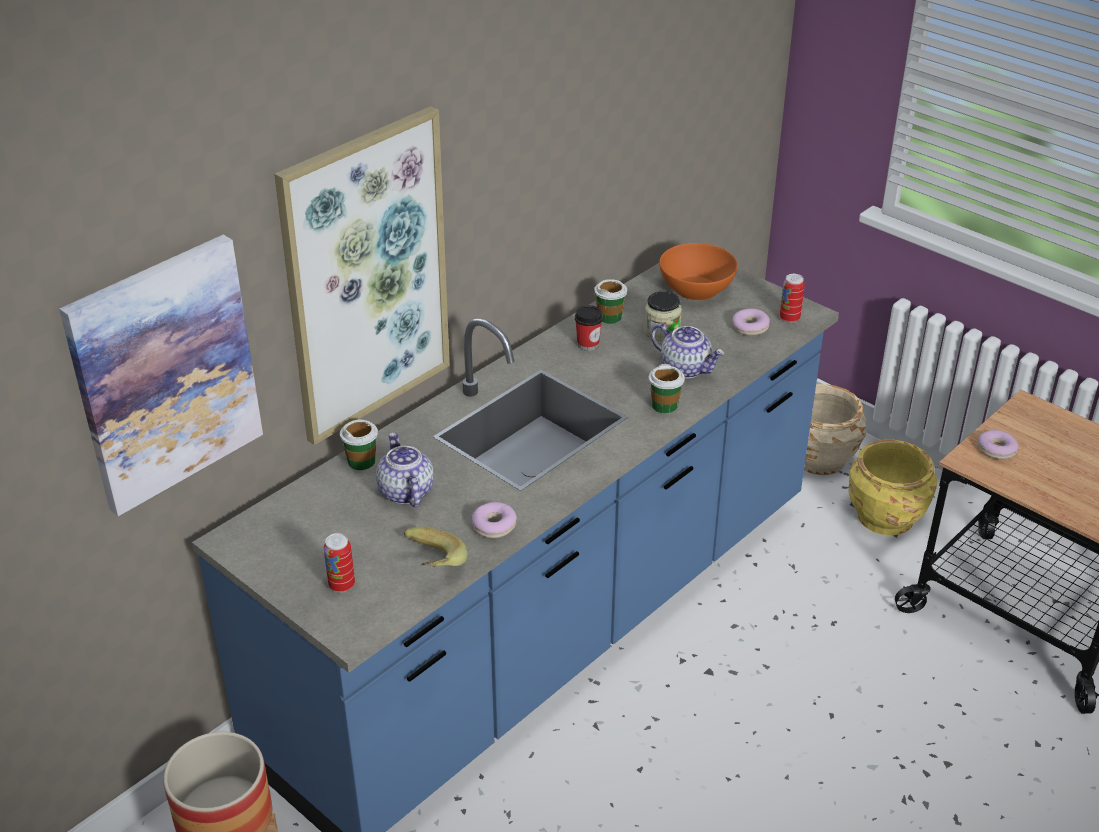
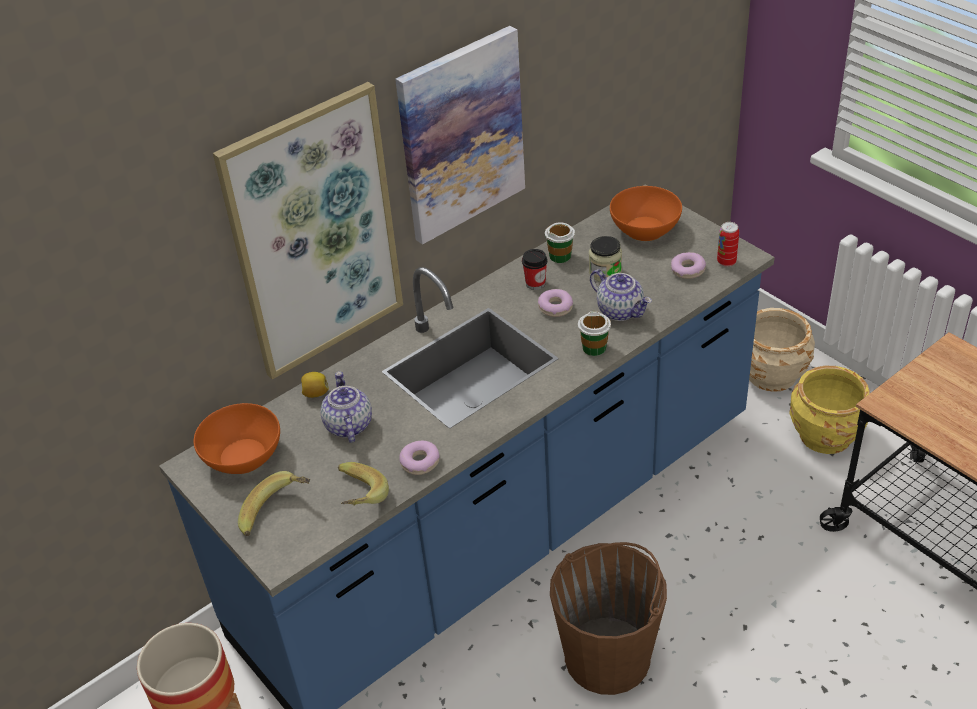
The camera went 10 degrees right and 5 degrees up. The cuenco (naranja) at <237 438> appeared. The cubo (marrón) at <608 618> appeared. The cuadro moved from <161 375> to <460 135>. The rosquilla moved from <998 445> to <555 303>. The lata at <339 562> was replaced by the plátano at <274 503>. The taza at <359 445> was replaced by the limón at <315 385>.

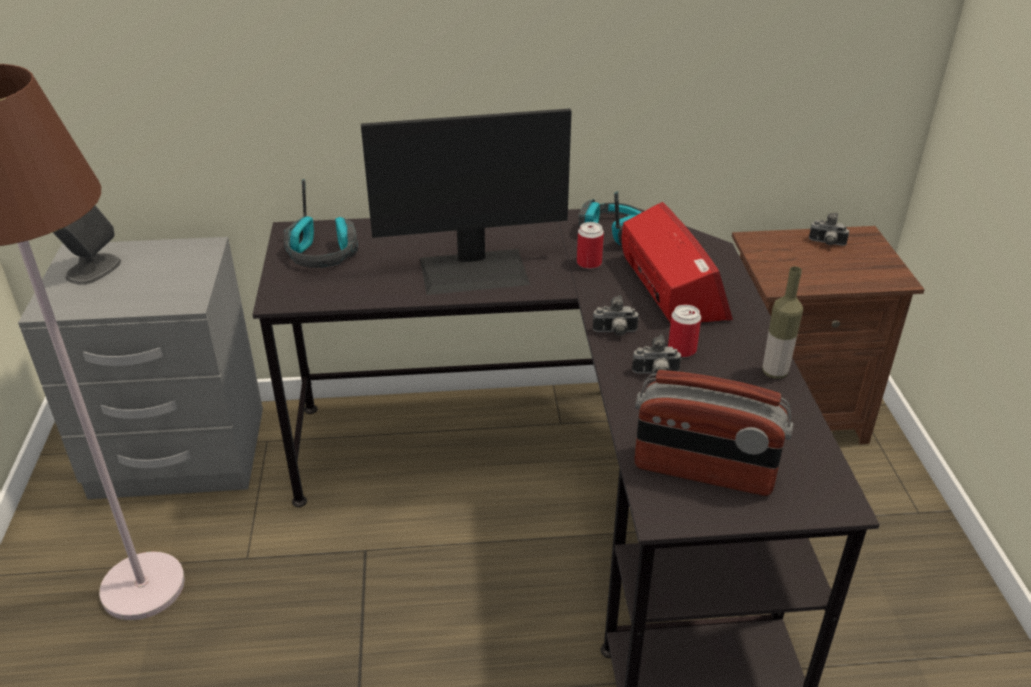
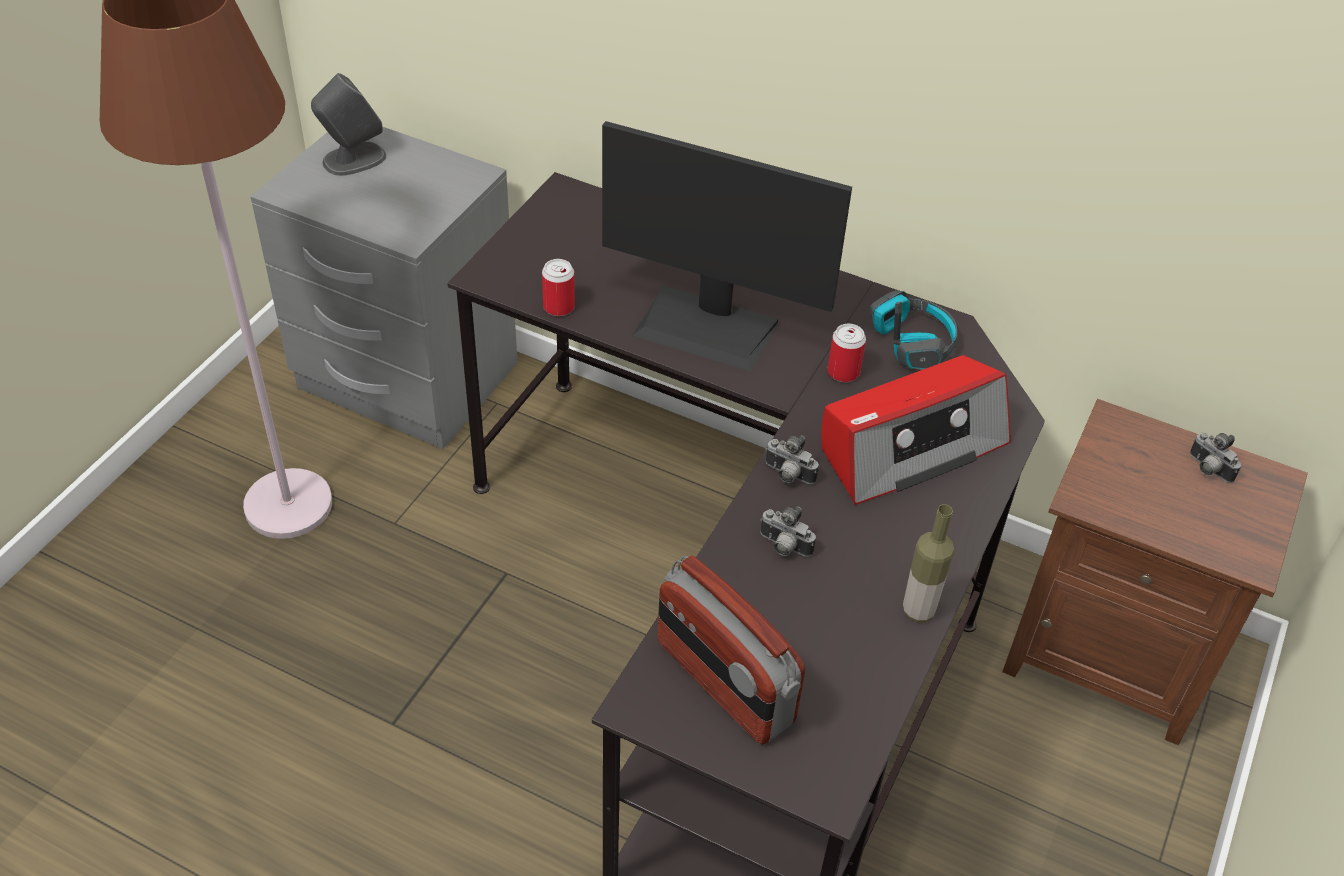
The camera went 30 degrees right and 10 degrees up. The auriculares at <321 223> disappeared. The lata moved from <684 331> to <558 287>. The radio at <677 262> turned 45 degrees clockwise.

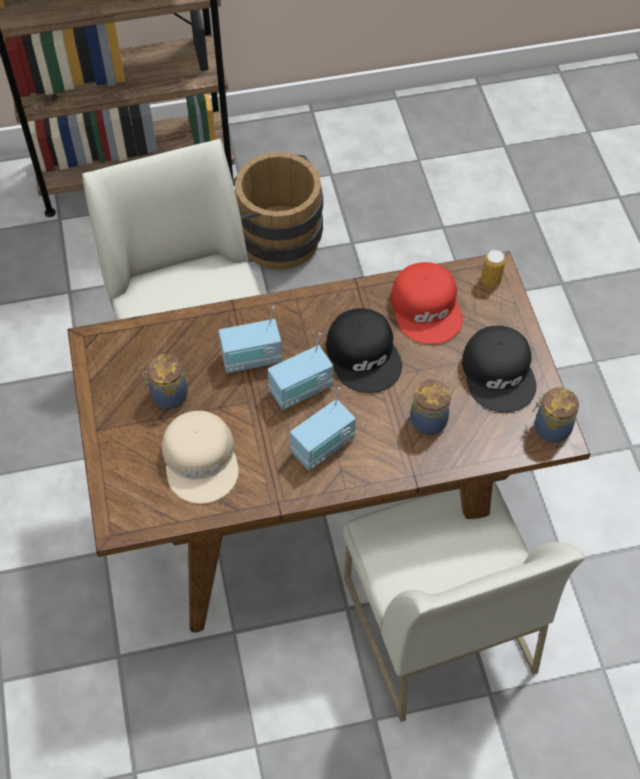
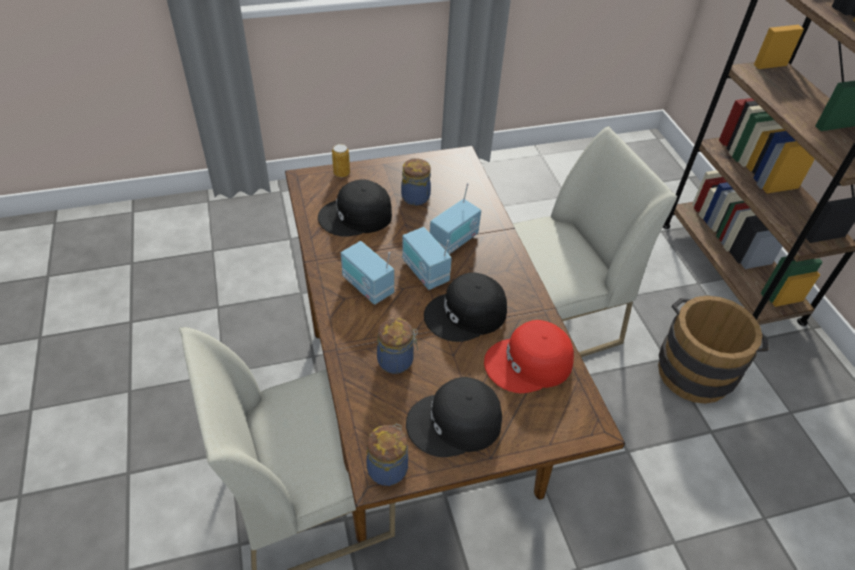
The camera went 85 degrees right and 10 degrees down. The lata moved from <493 268> to <341 160>. The gorra (beis) at <200 457> became the gorra (negro) at <355 208>. The radio at <250 339> turned 120 degrees counterclockwise.

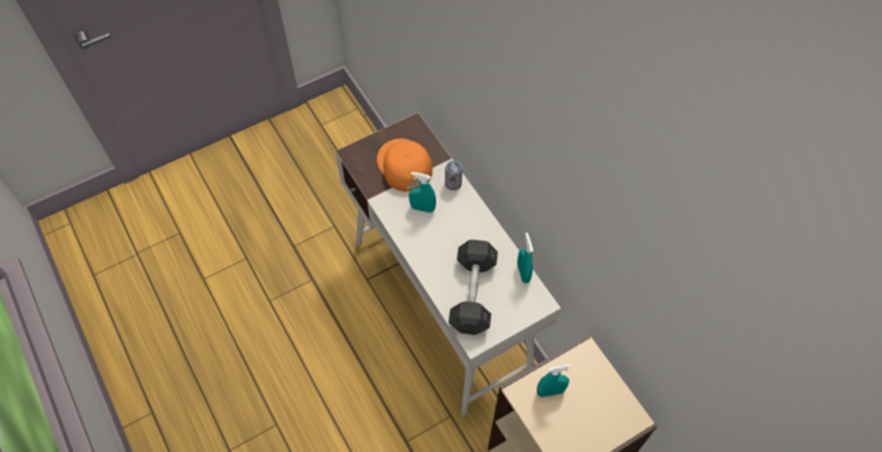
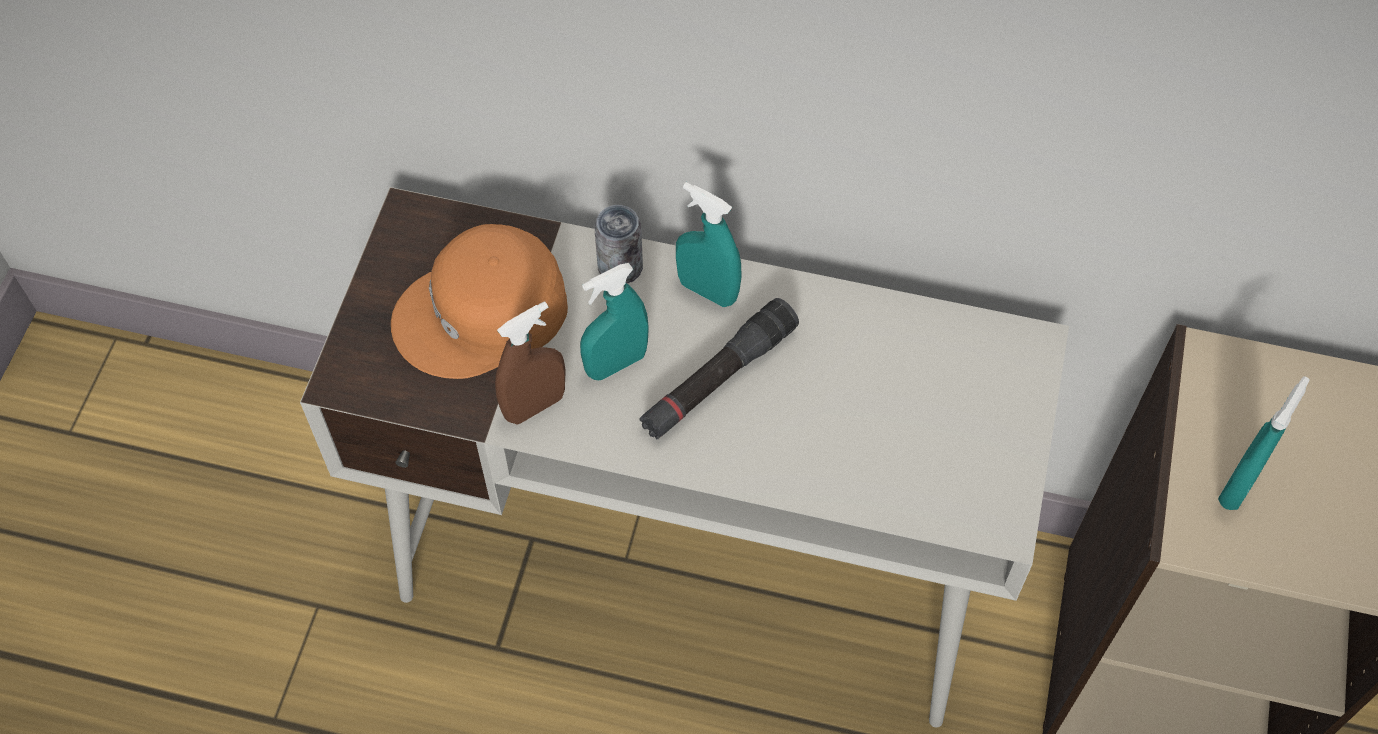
The camera went 45 degrees left and 0 degrees up. The mancuerna (gris) at <473 287> disappeared. The pulverizador (marrón) at <530 363> appeared. The linterna (negro) at <719 368> appeared. The pulverizador (turquesa) moved from <525 258> to <709 244>. The gorra (naranja) at <405 165> turned 45 degrees counterclockwise.

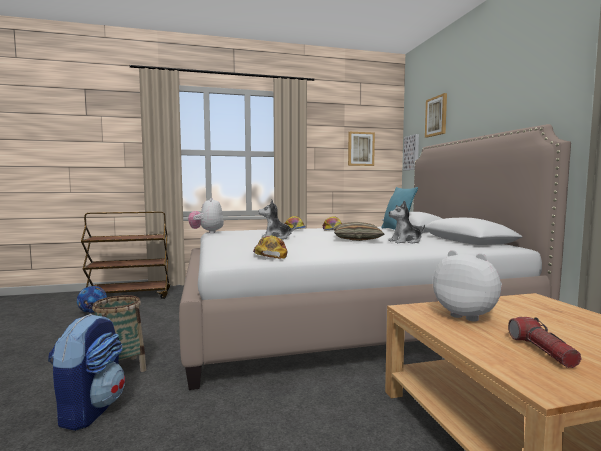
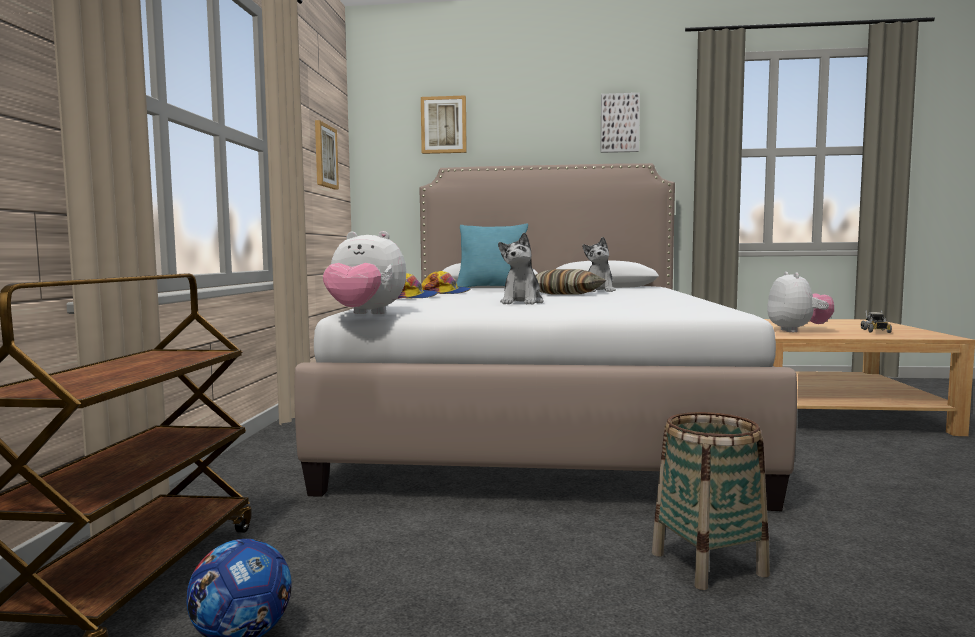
The camera went 70 degrees left and 0 degrees up. The mochila at <86 372> disappeared. The gorra at <270 247> disappeared. The cuadro moved from <411 152> to <620 123>. The linterna at <545 342> was replaced by the camión de juguete at <876 321>. The peluche at <467 286> turned 120 degrees clockwise.

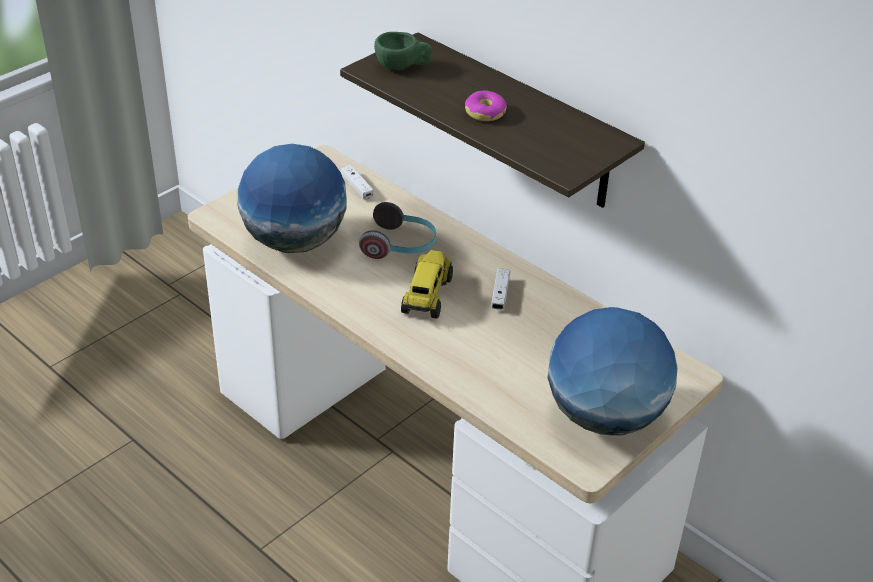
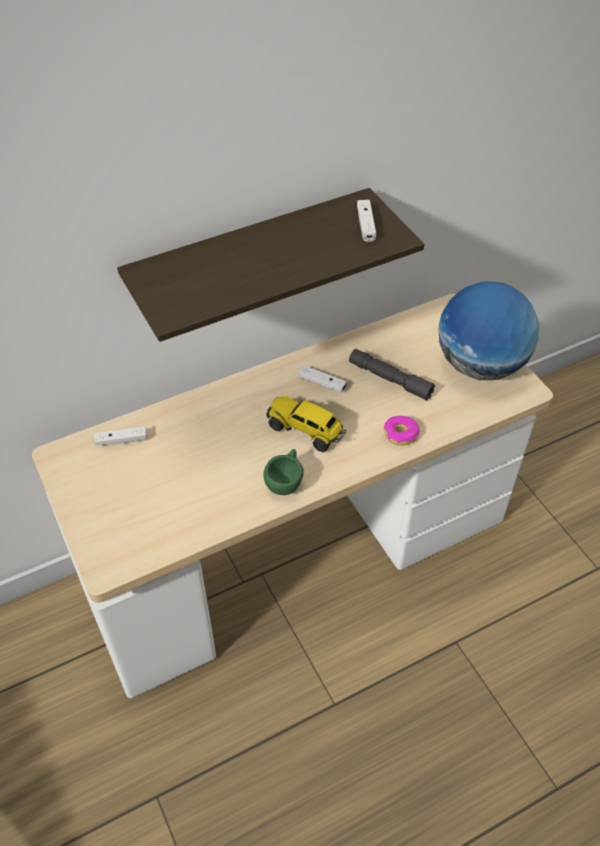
The camera went 70 degrees left and 10 degrees up. The globo terráqueo at <292 198> disappeared. The auriculares at <397 230> disappeared. The linterna (gris) at <392 375> appeared. The mando de consola (blanco) at <366 221> appeared. The taza (verde) moved from <403 51> to <283 472>. The rosquilla moved from <486 106> to <402 431>.

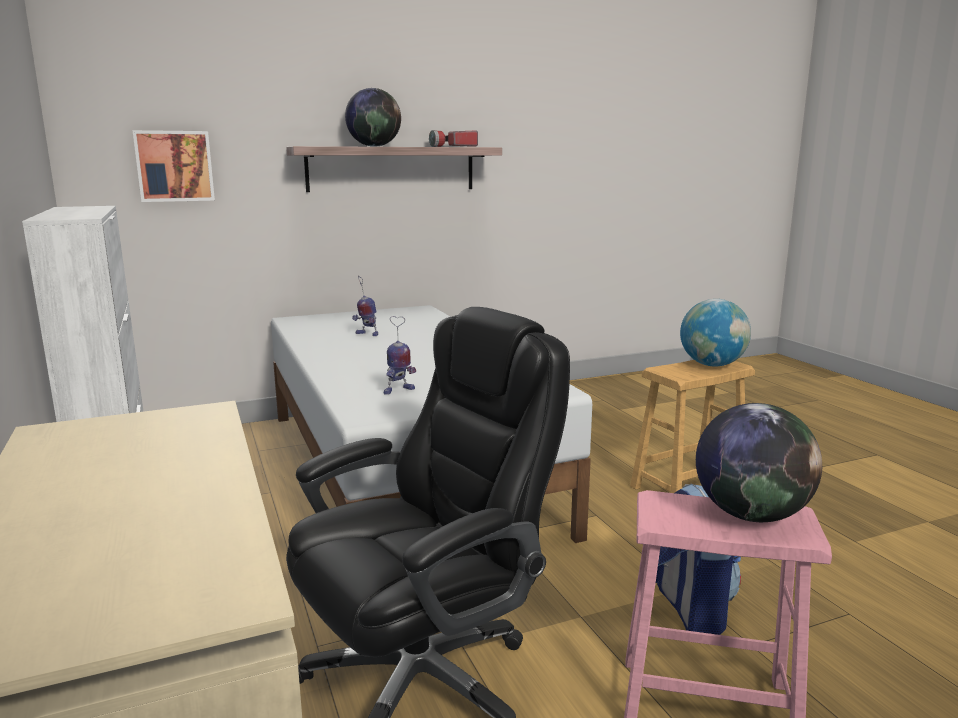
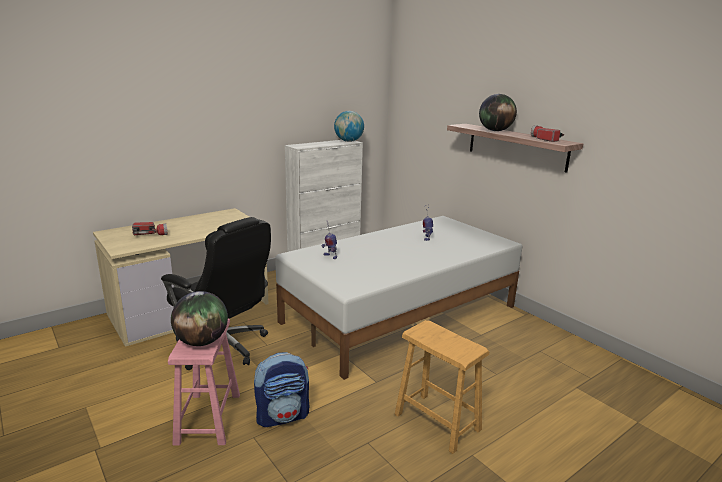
The camera went 75 degrees right and 5 degrees up. The cuadro at <173 166> disappeared. The linterna at <150 228> appeared. The globo terráqueo moved from <715 332> to <349 126>.

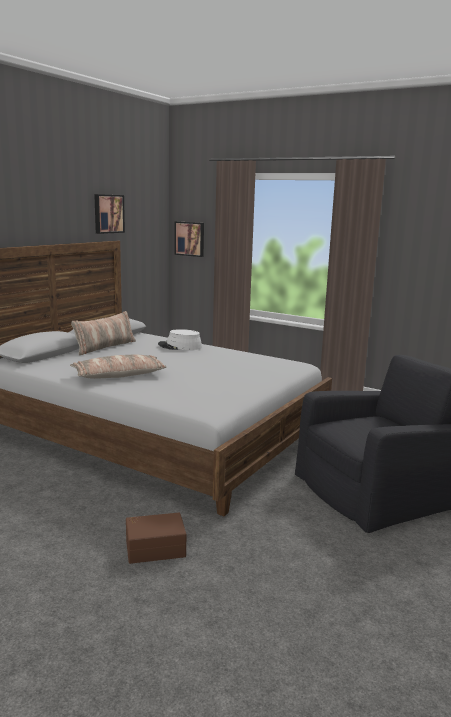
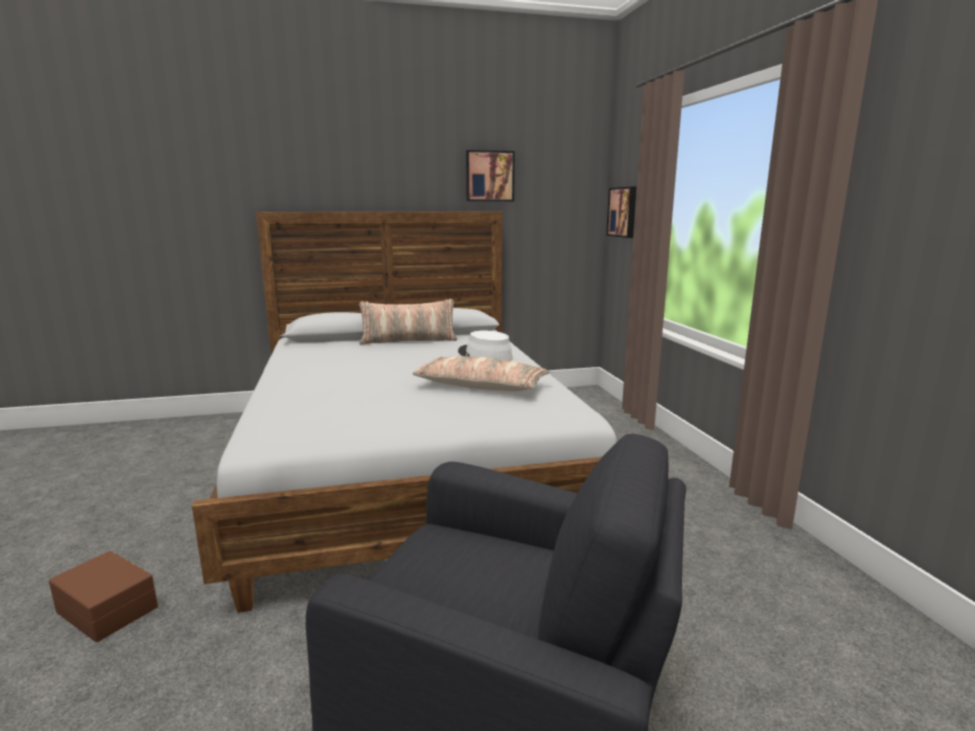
The camera went 45 degrees right and 0 degrees up. The cojín moved from <118 367> to <481 373>.

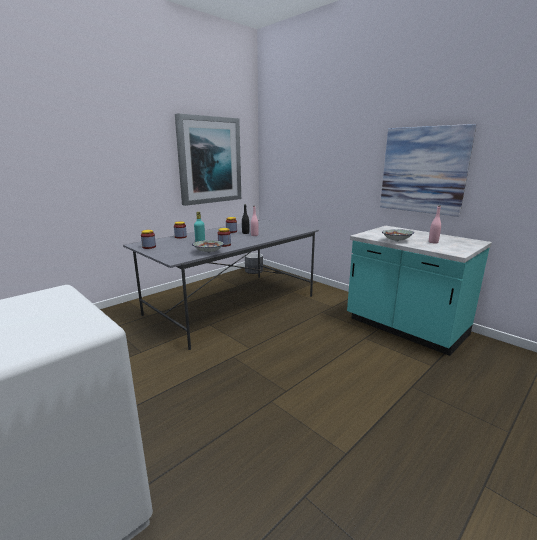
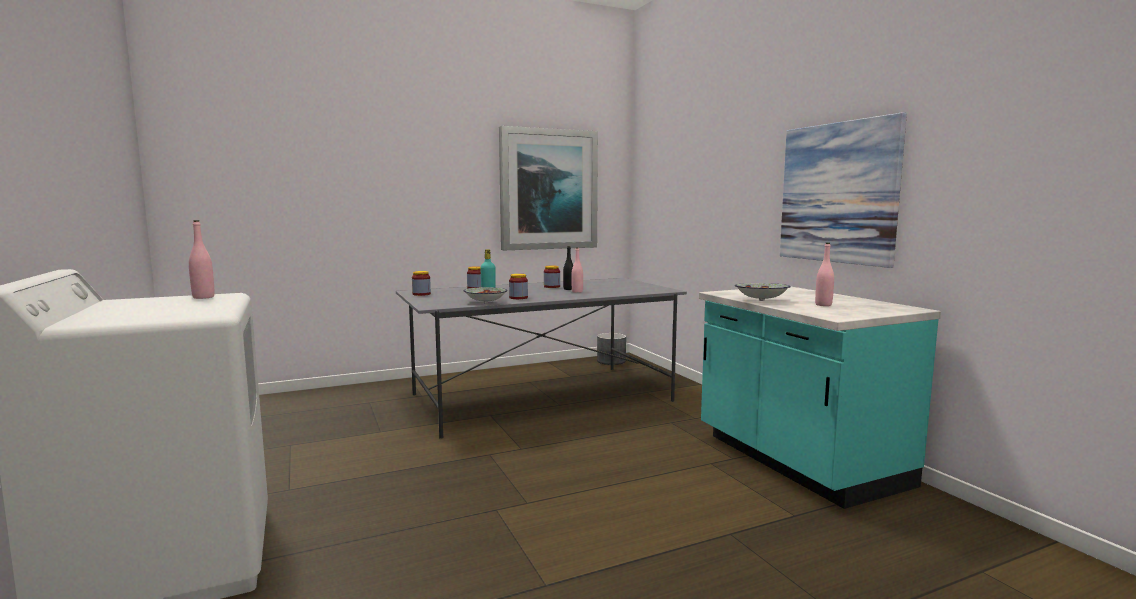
The camera went 20 degrees right and 10 degrees down. The botella (rosa) at <202 259> appeared.

